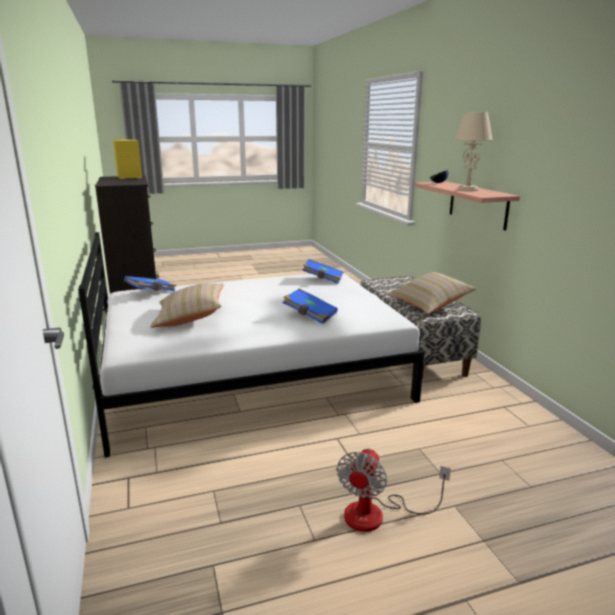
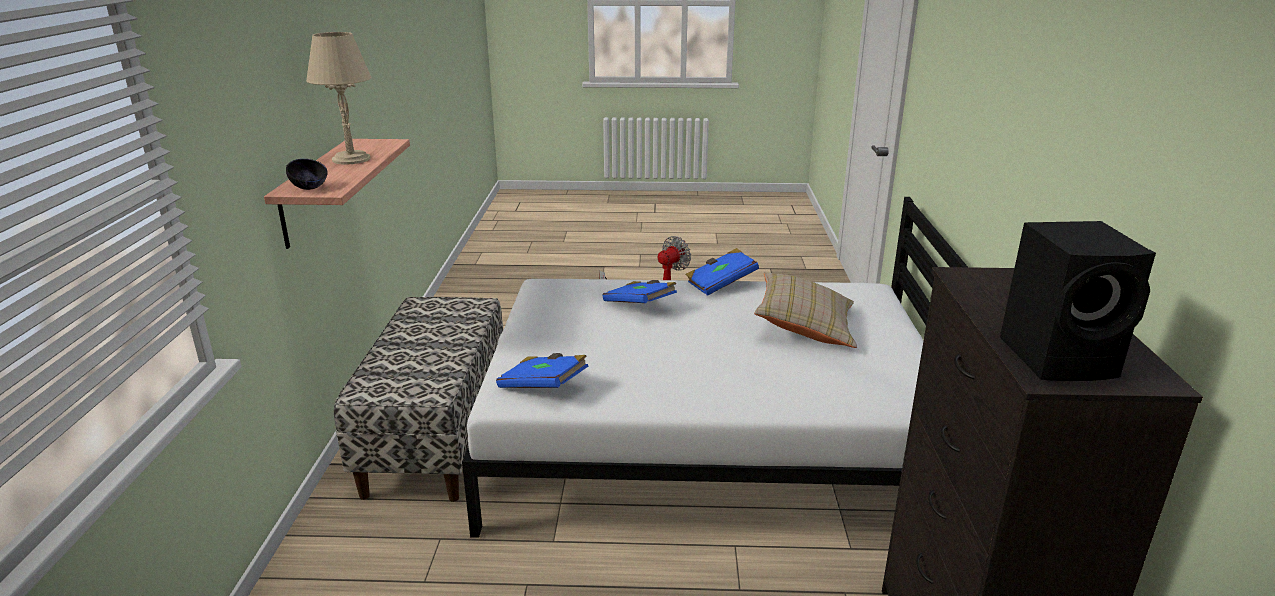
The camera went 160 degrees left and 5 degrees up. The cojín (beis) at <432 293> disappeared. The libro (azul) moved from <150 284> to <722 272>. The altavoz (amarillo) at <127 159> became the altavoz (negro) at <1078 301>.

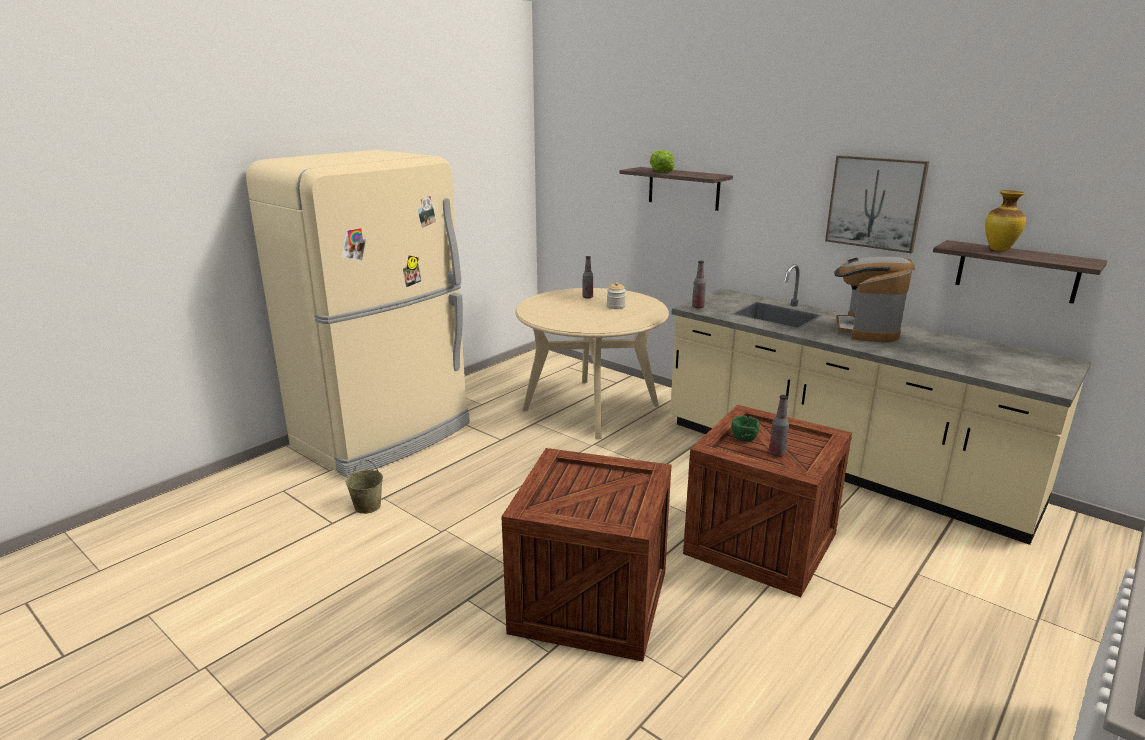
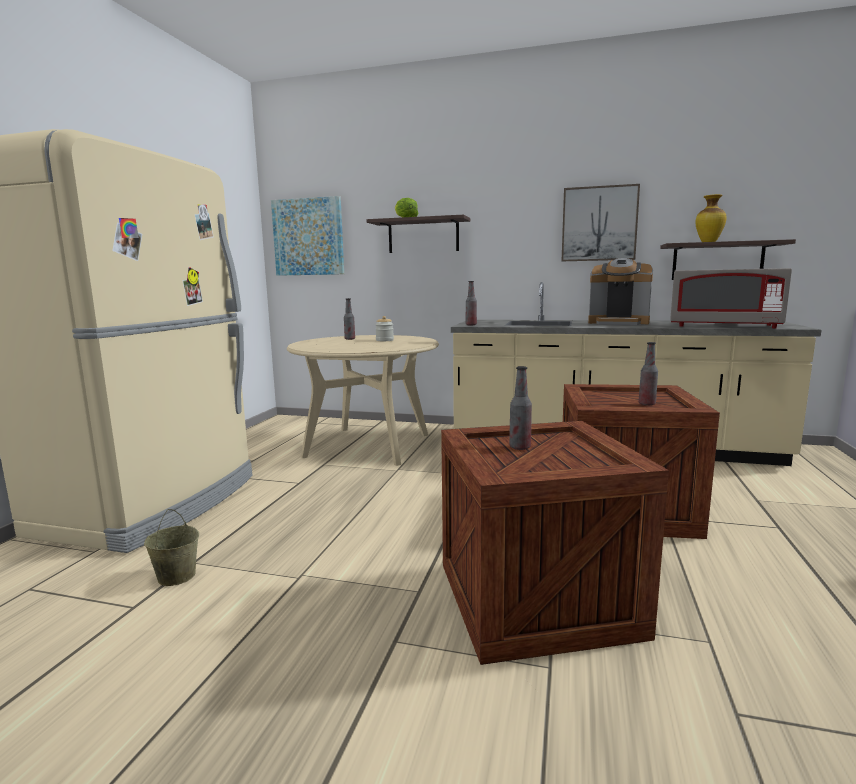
The camera went 25 degrees left and 10 degrees down. The cuenco (verde) at <746 429> disappeared. The cuadro at <307 236> appeared. The botella at <520 408> appeared. The microondas (gris) at <731 298> appeared. The cafetera at <874 299> turned 60 degrees counterclockwise.

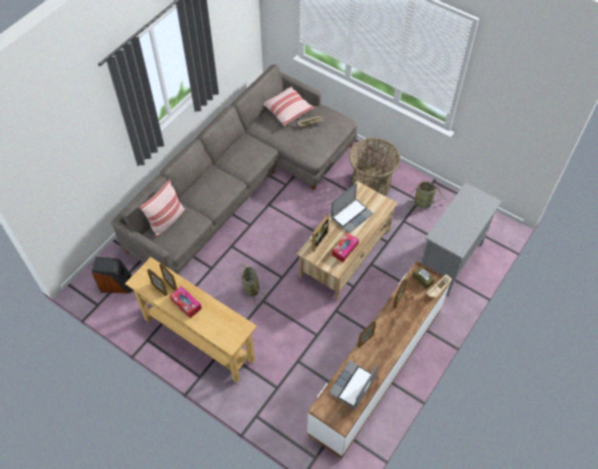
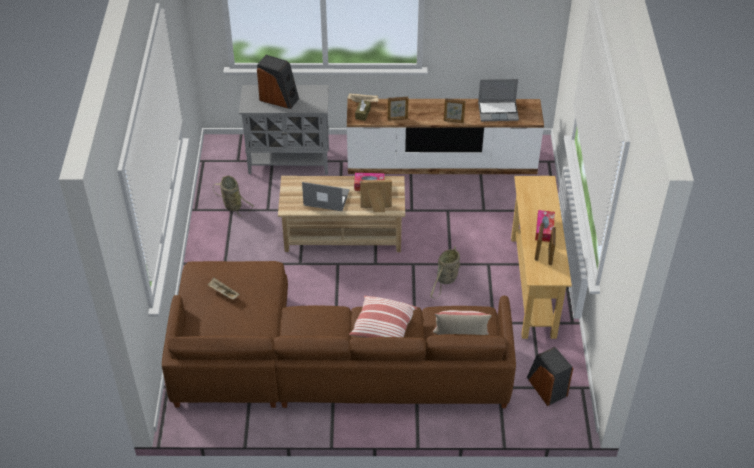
The camera went 125 degrees left and 10 degrees down. The cesta at <374 167> disappeared. The altavoz at <278 82> appeared. The cojín moved from <289 106> to <383 317>. The sofá (gris) at <234 169> became the sofá (marrón) at <339 334>.

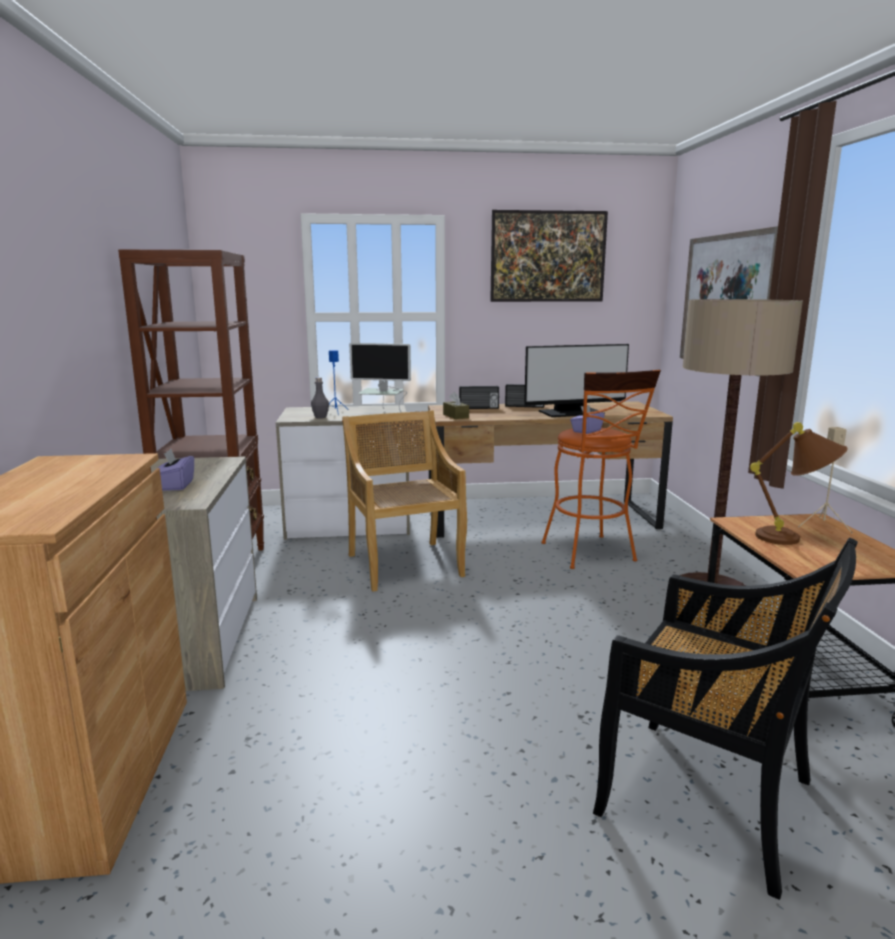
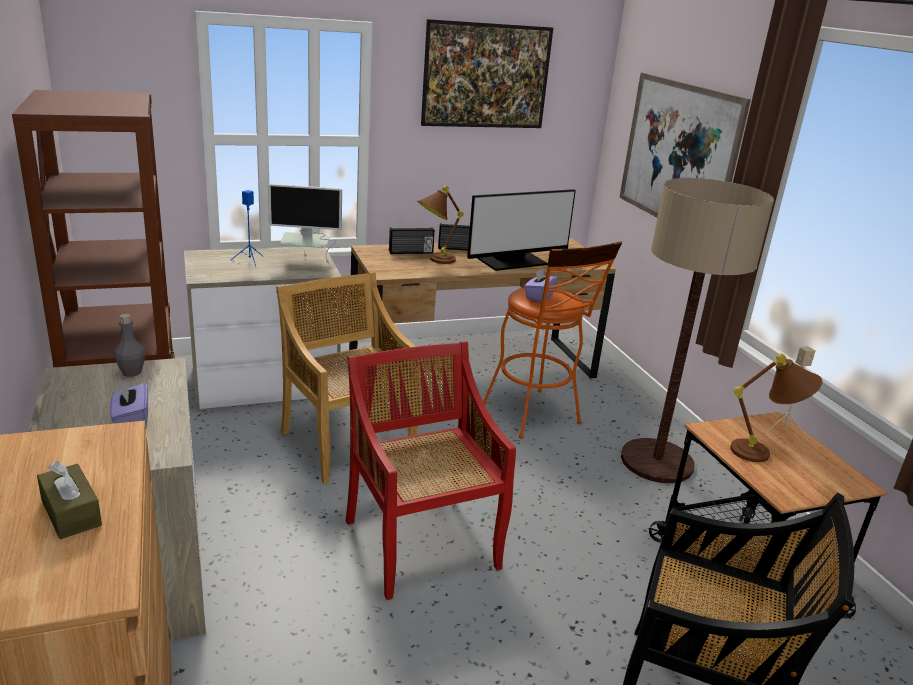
The camera went 15 degrees left and 10 degrees up. The silla (rojo) at <431 470> appeared. The lámpara de mesa (marrón) at <440 225> appeared. The botella (gris) moved from <320 397> to <129 345>. The caja de pañuelos (marrón) moved from <456 405> to <69 500>.

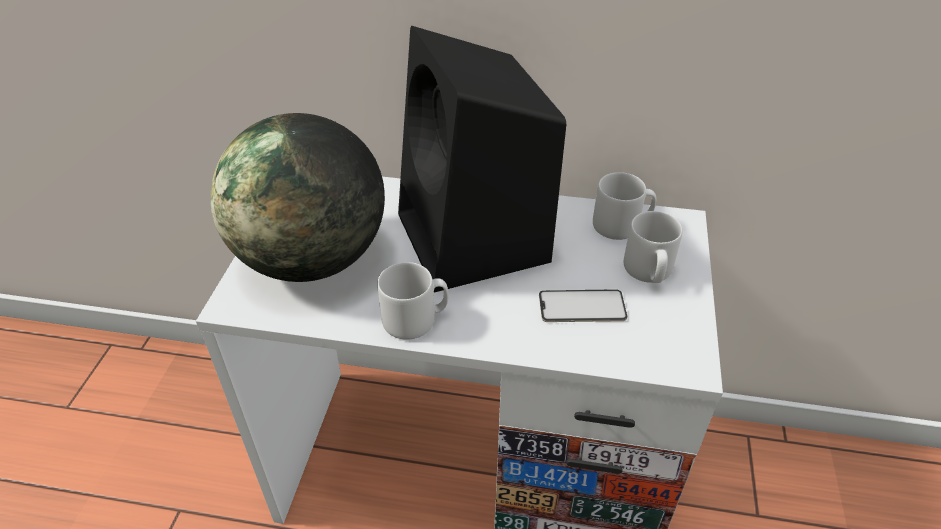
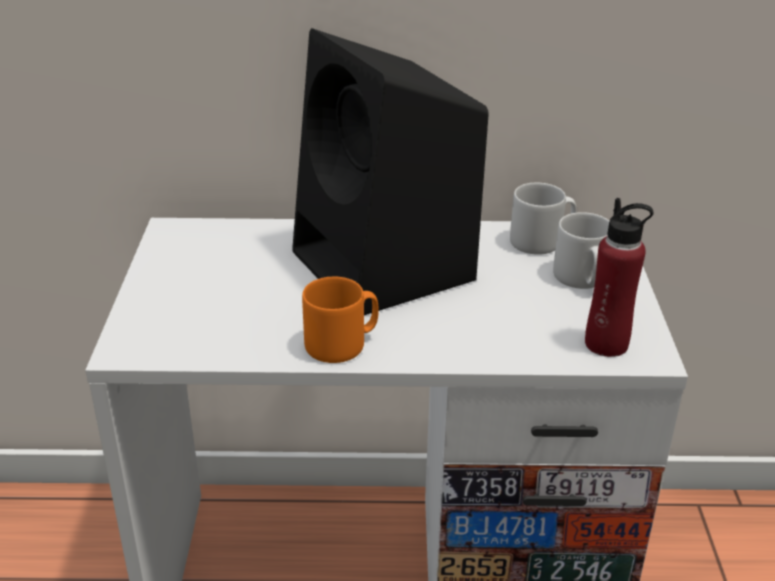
The camera went 10 degrees left and 10 degrees down. The globo terráqueo at <297 197> disappeared. The móvil at <583 305> disappeared. The botella (rojo) at <619 277> appeared. The taza grande (gris) at <413 301> became the taza grande (naranja) at <340 320>.

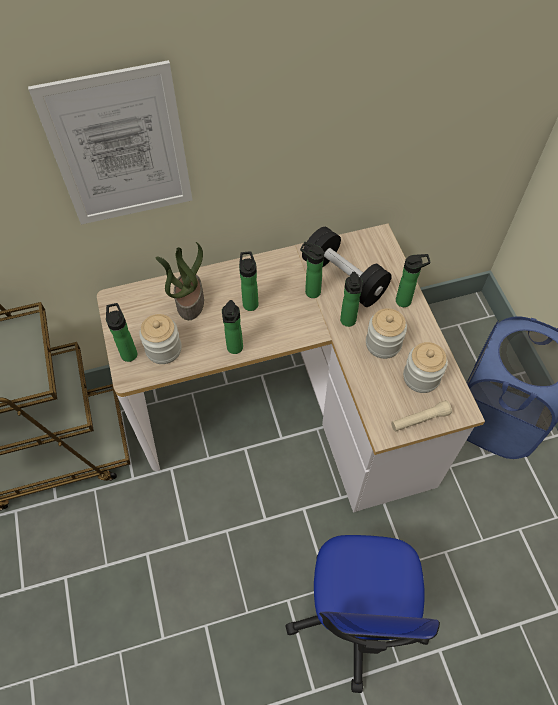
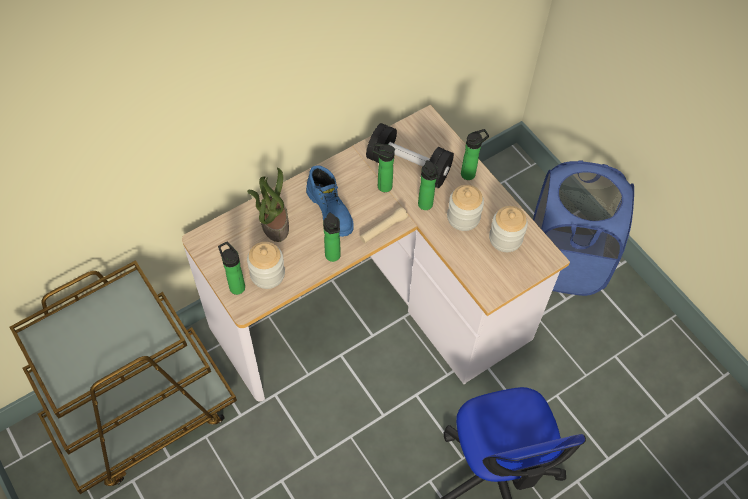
The camera went 20 degrees left and 0 degrees up. The cuadro at <110 142> disappeared. The linterna (beis) moved from <421 416> to <384 225>. The botella at <249 281> was replaced by the bota (azul) at <330 201>.

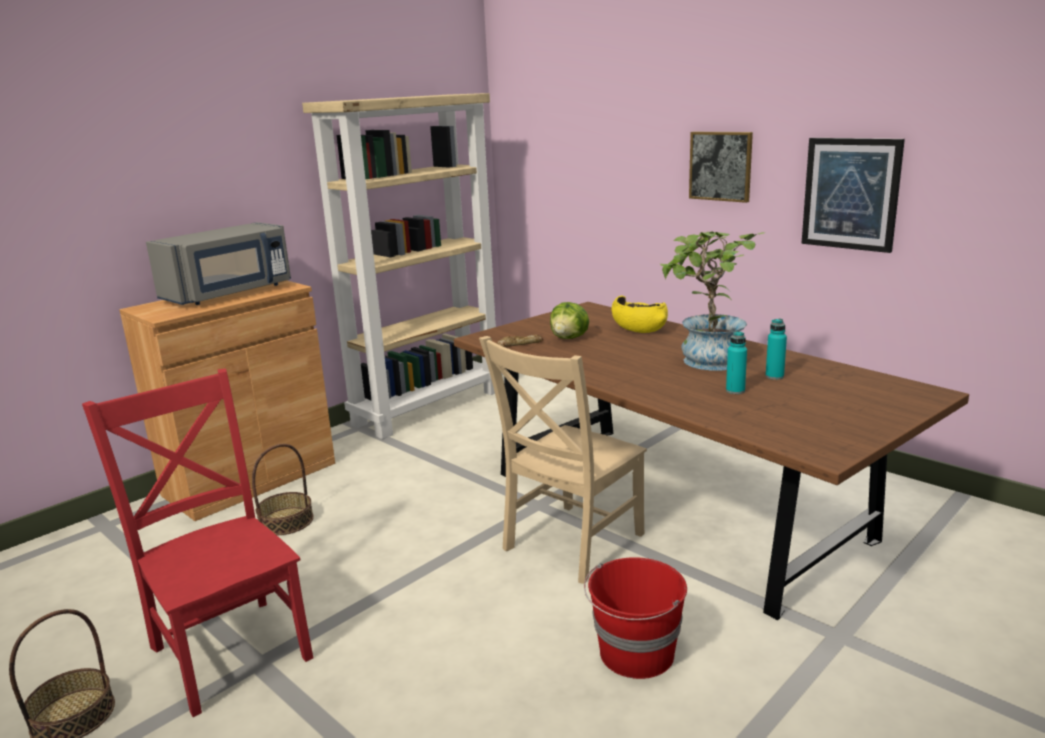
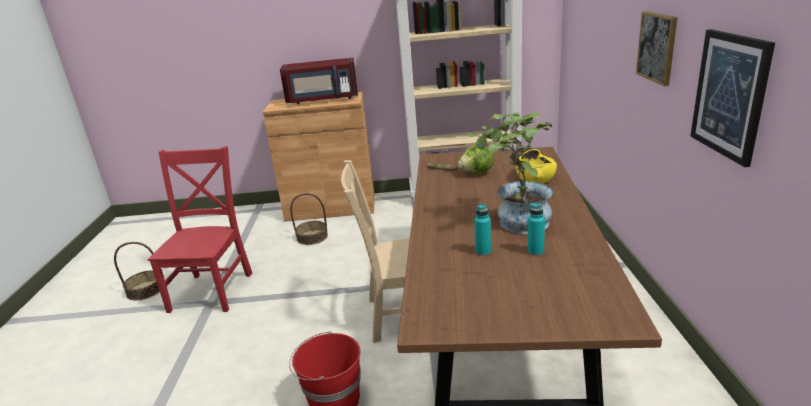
The camera went 45 degrees right and 5 degrees up. The microondas (gris) at <218 263> became the microondas (rojo) at <319 81>.

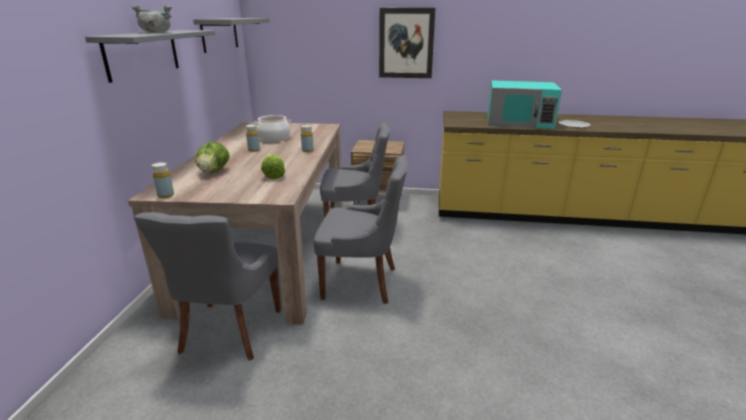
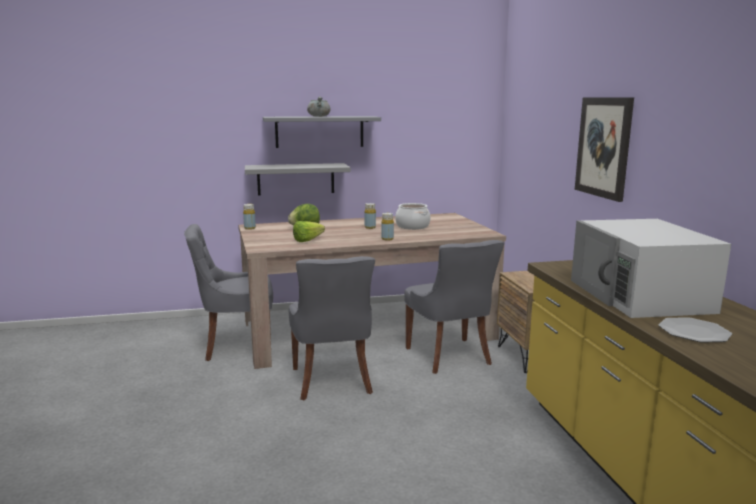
The camera went 70 degrees right and 10 degrees down. The estante (gris) moved from <231 35> to <298 179>. The microondas (turquesa) at <525 104> became the microondas (blanco) at <651 268>.

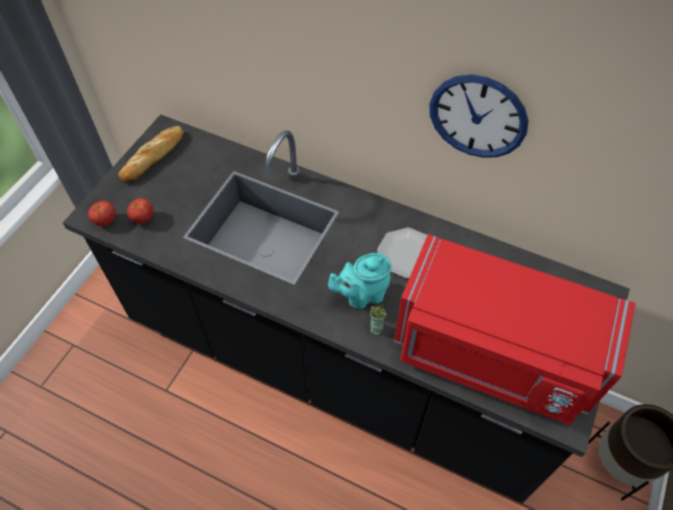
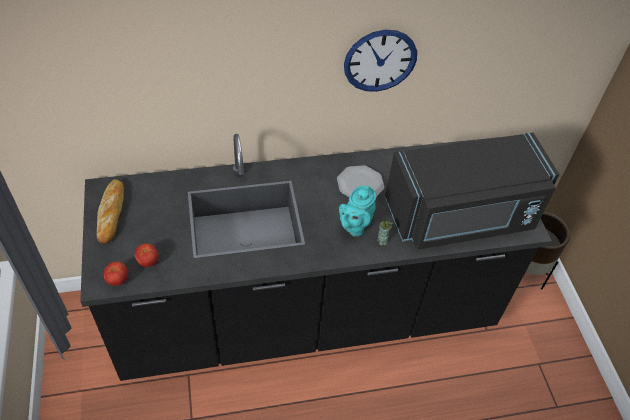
The camera went 40 degrees left and 5 degrees down. The microondas (rojo) at <514 329> became the microondas (negro) at <472 191>.

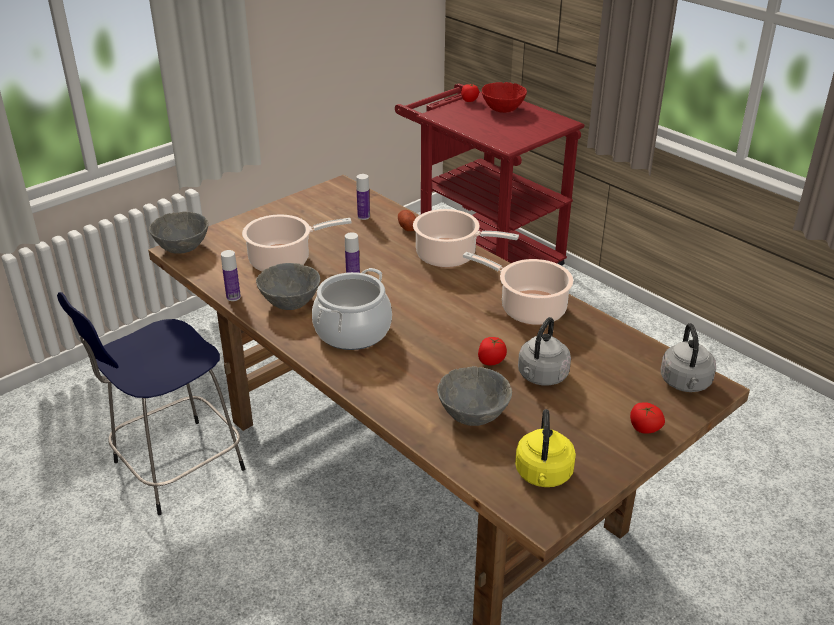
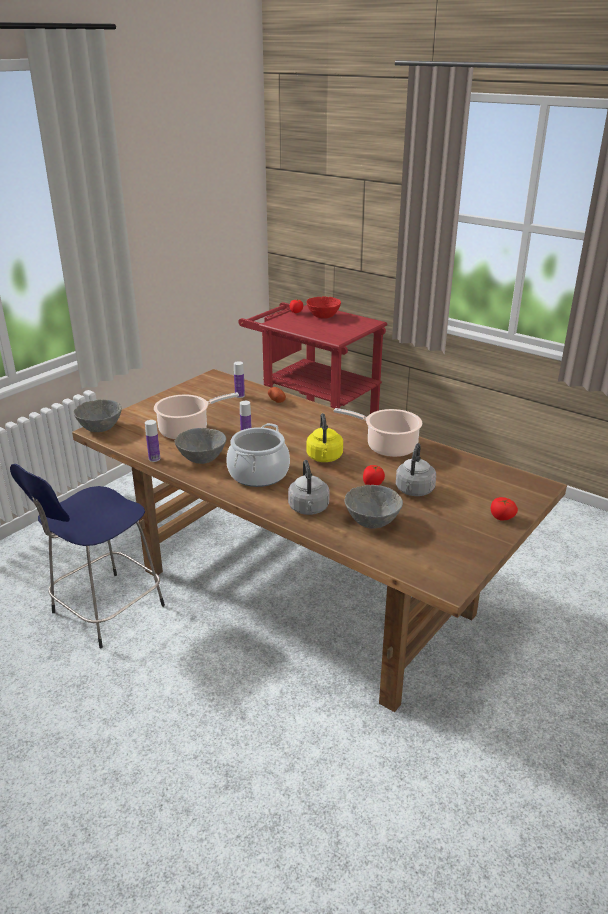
The camera went 10 degrees left and 5 degrees down. The olla at <466 238> disappeared. The hervidor (amarillo) moved from <545 448> to <324 437>. The hervidor (gris) moved from <688 357> to <308 487>.

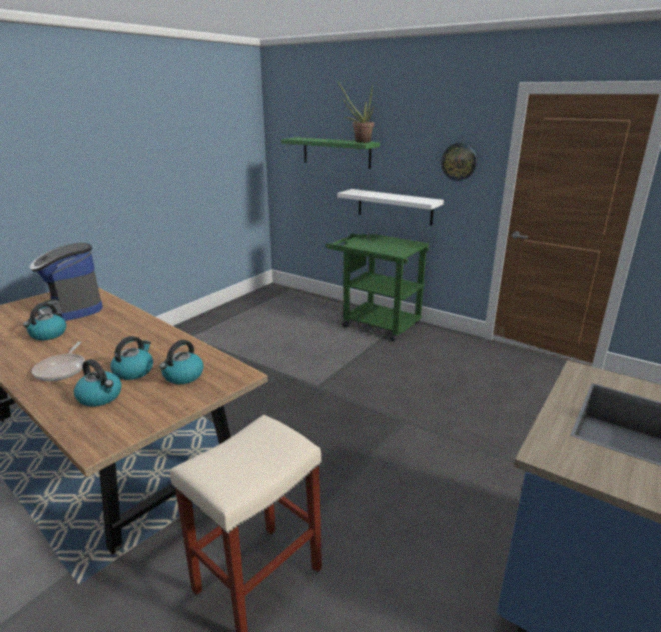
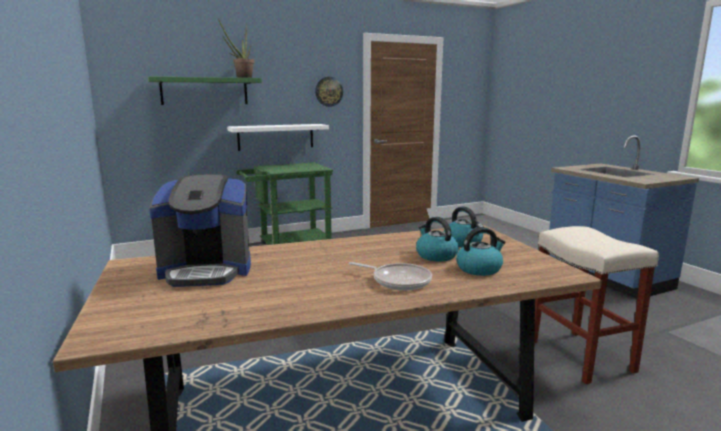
The camera went 60 degrees left and 10 degrees down. The hervidor at <44 321> disappeared.

